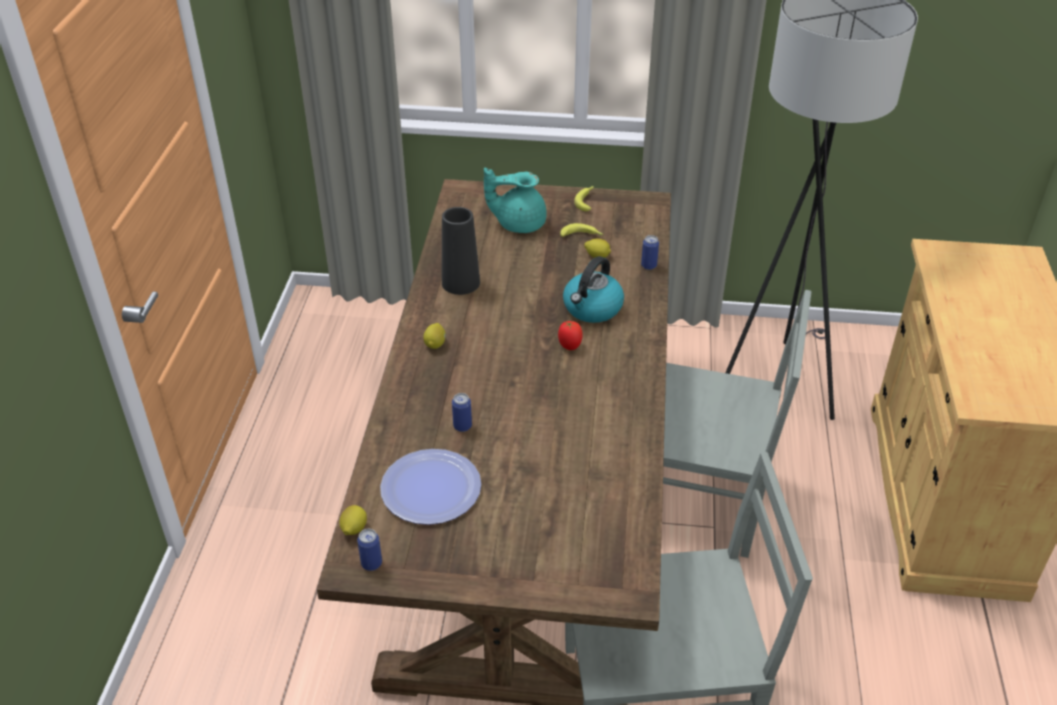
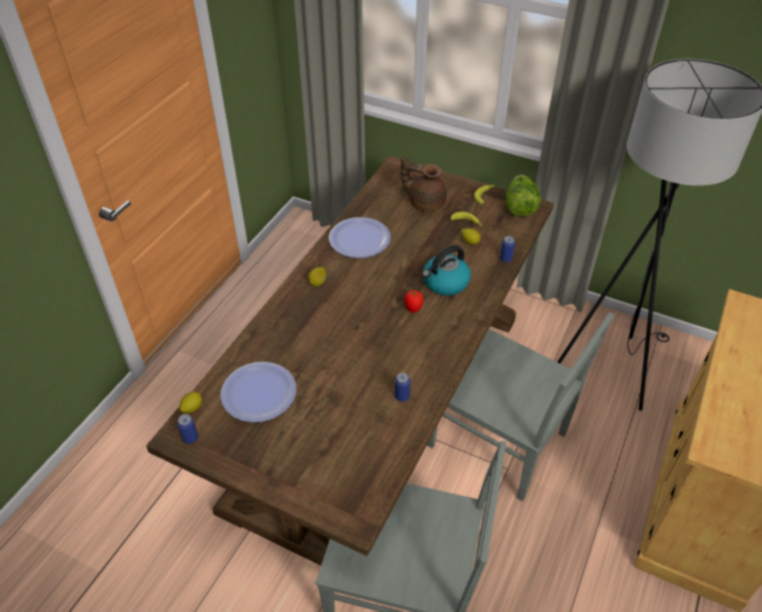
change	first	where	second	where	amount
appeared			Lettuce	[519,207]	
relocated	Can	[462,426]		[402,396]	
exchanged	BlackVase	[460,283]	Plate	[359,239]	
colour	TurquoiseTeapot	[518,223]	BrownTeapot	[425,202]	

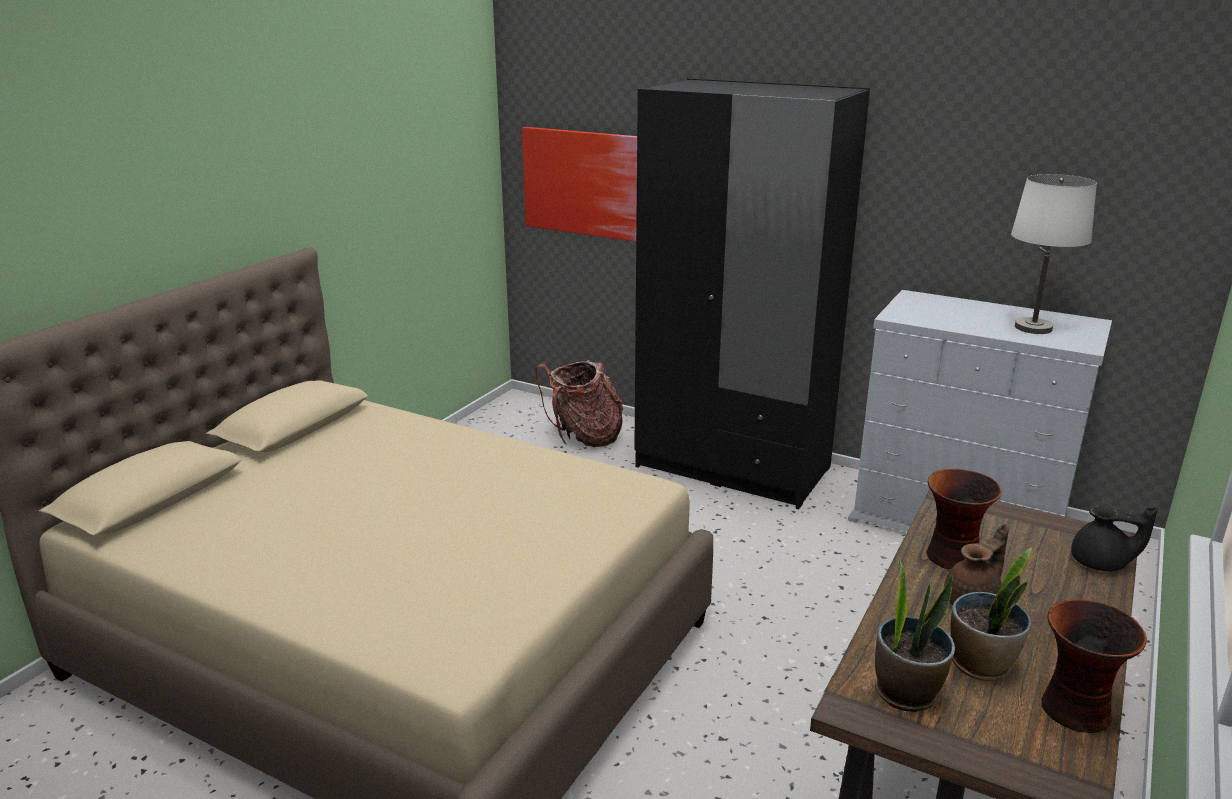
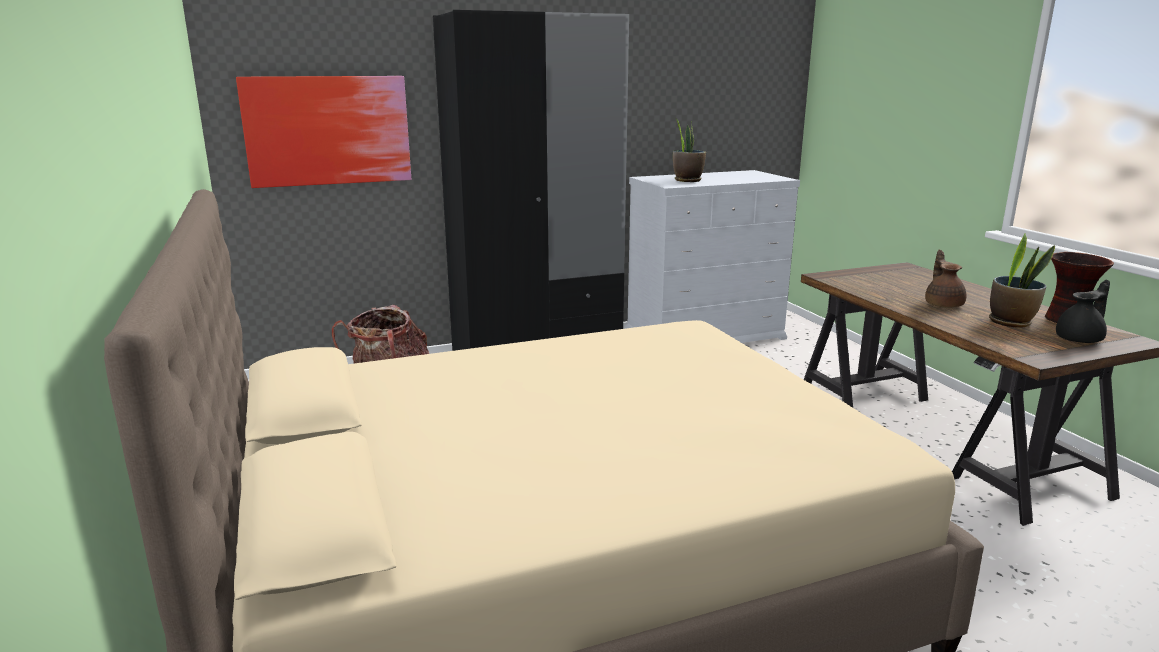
change	first	where	second	where	amount
missing	Vase	[951,558]			
missing	WhiteTableLamp	[1034,328]			
relocated	PottedPlant	[906,692]		[687,180]	
relocated	BlackTeapot	[1101,563]		[1080,339]	

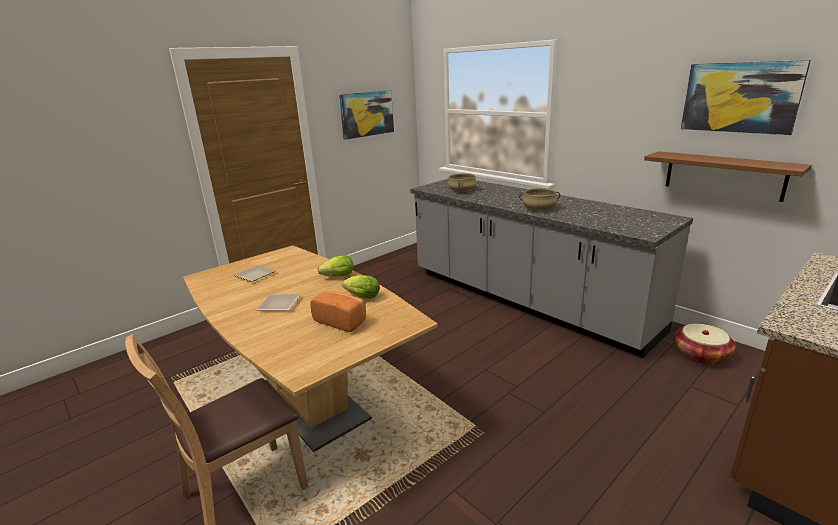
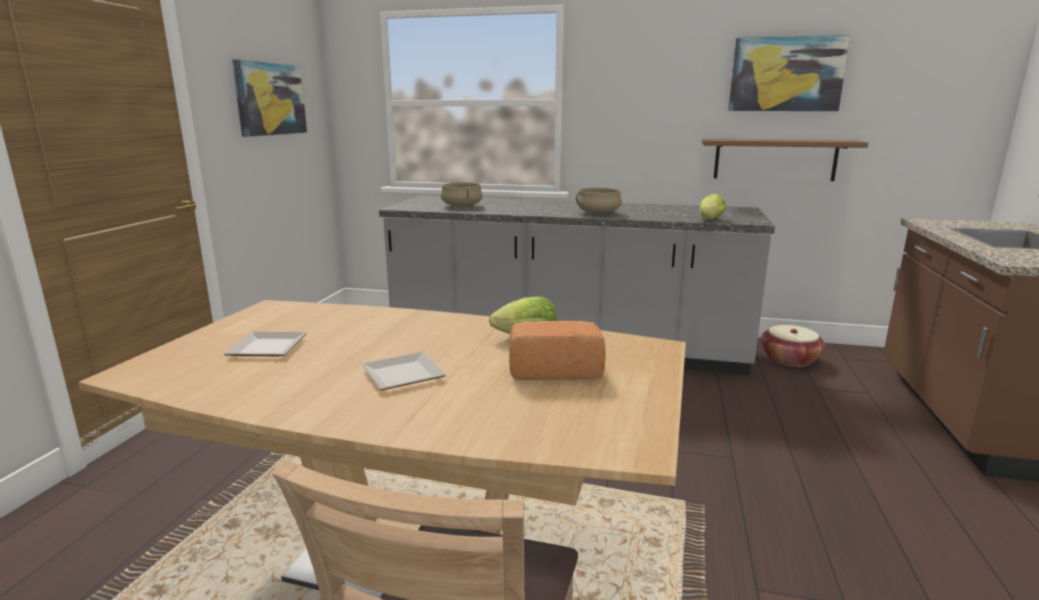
change	first	where	second	where	amount
relocated	Lettuce	[336,277]		[709,220]	

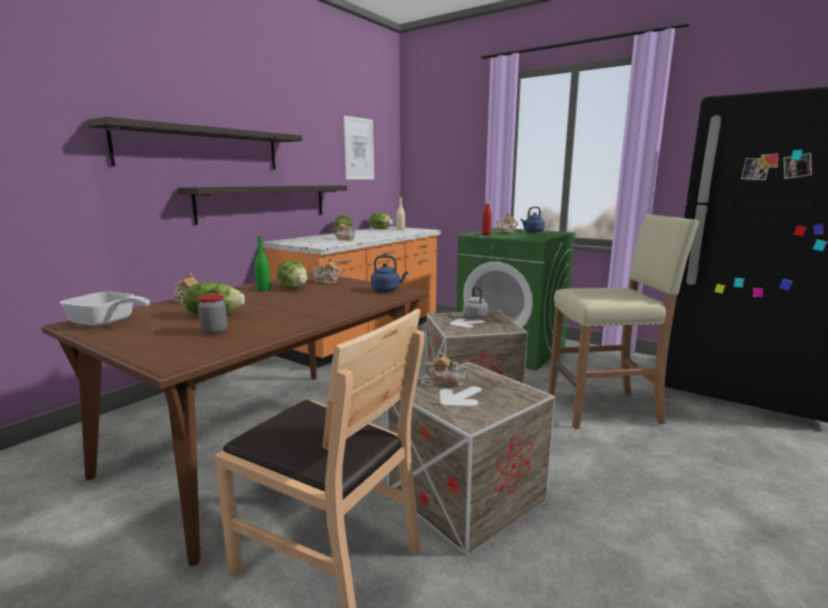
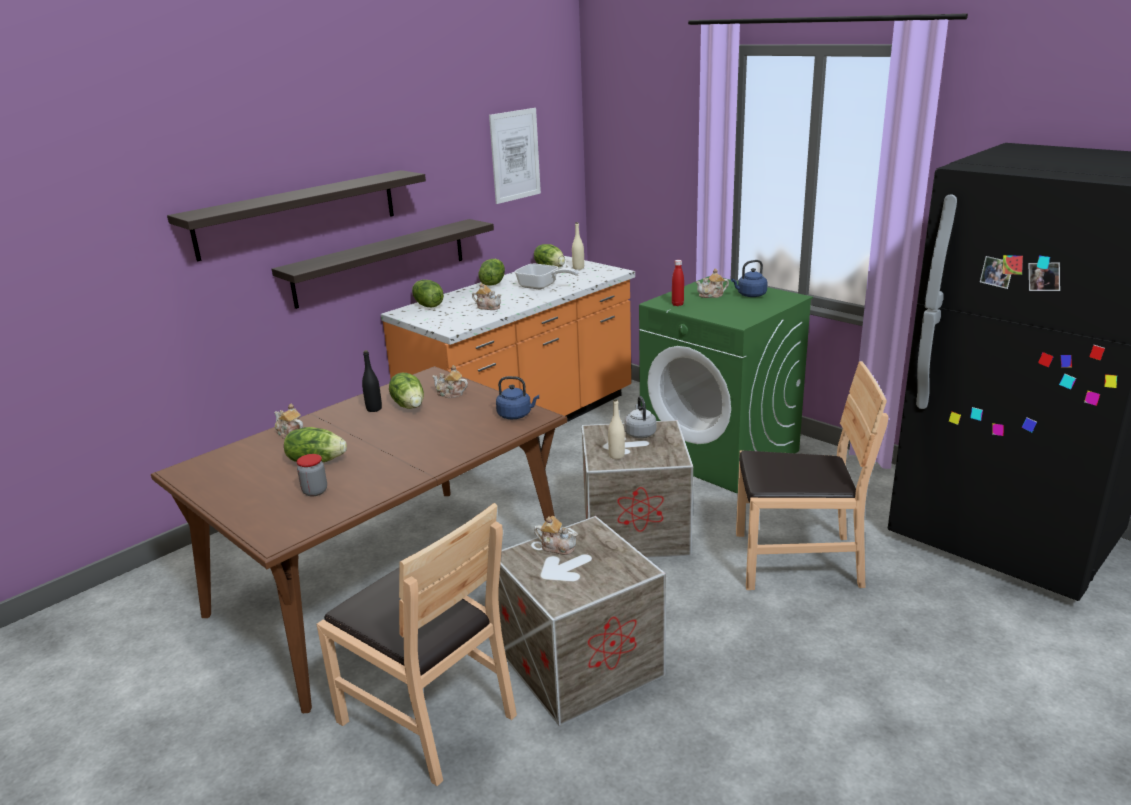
change	first	where	second	where	amount
appeared			Lettuce	[427,305]	
appeared			BeigeBottle	[616,456]	
relocated	FryingPan	[107,322]		[542,286]	
exchanged	BeigeStool	[604,409]	BrownChair	[796,560]	
colour	GreenBottle	[263,289]	BlackBottle	[374,409]	

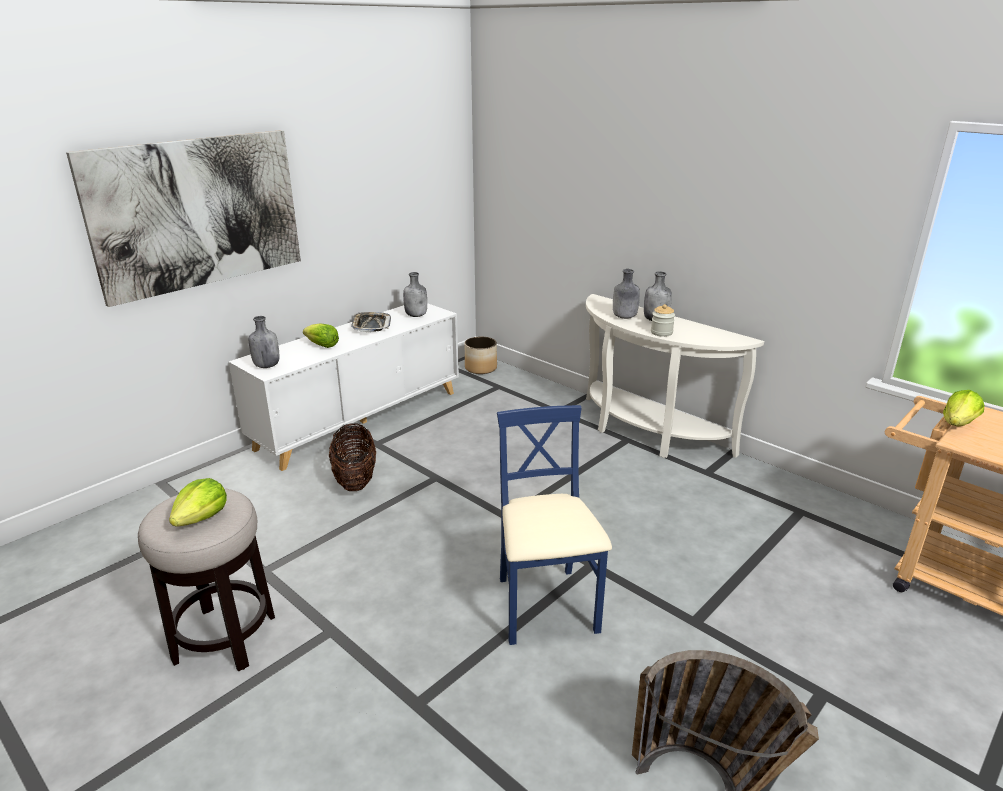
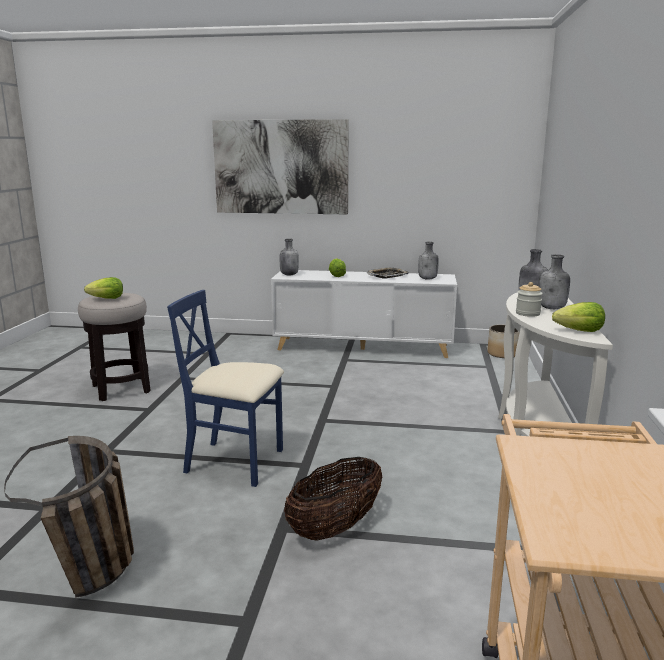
change	first	where	second	where	amount
relocated	Basket	[355,479]		[335,527]	
relocated	Lettuce	[958,424]		[579,331]	
spun	BlueChair	[545,606]		[235,462]	120 degrees counterclockwise

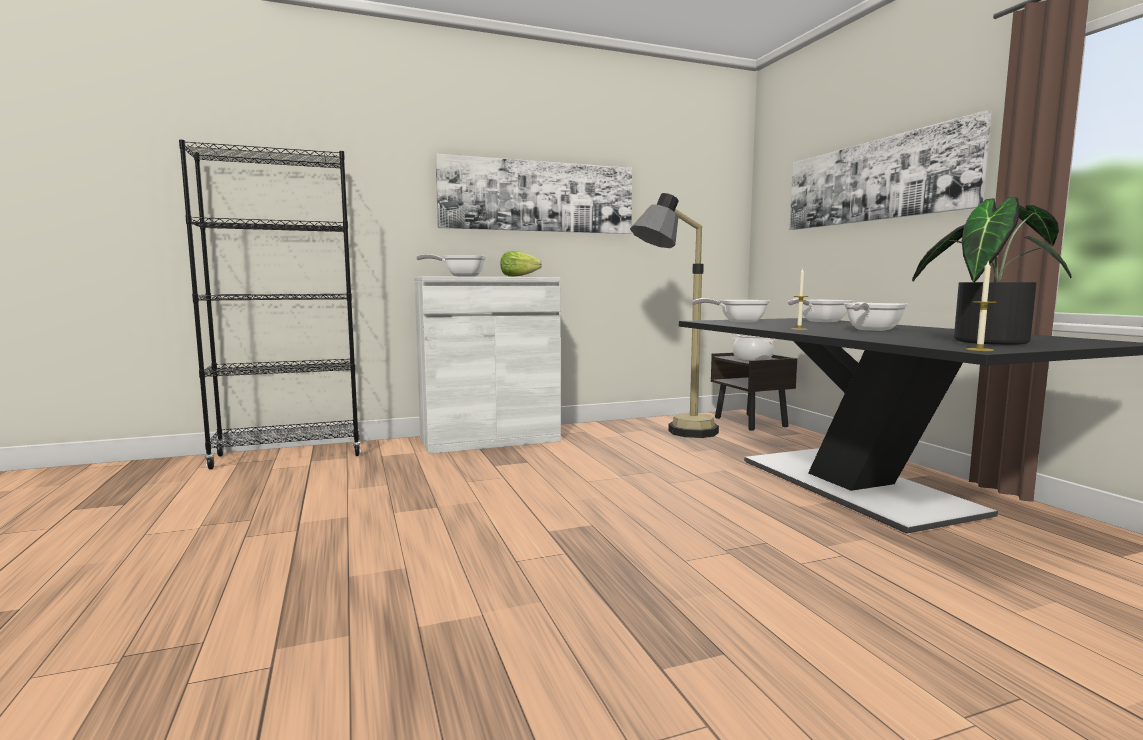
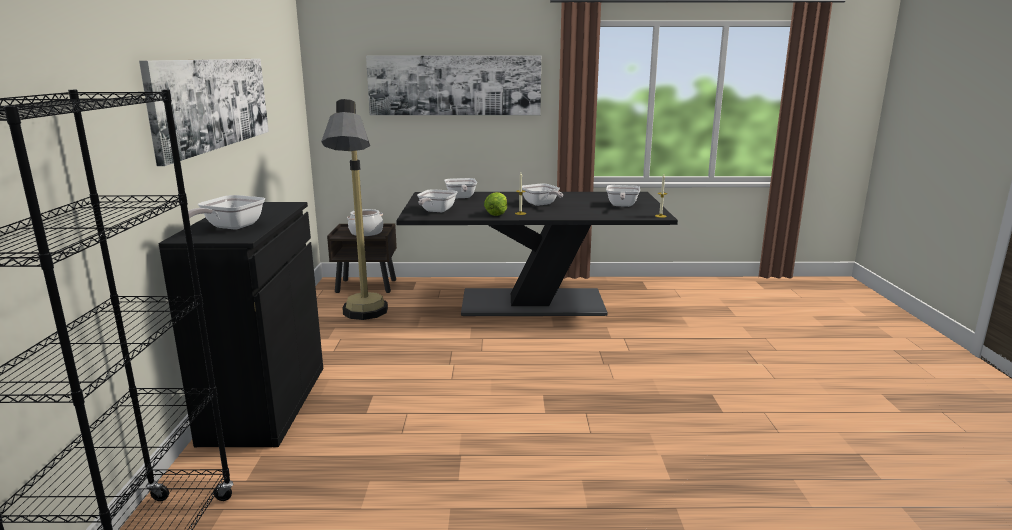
change	first	where	second	where	amount
relocated	Lettuce	[518,276]		[496,214]	
exchanged	PottedPlant	[985,341]	FryingPan	[621,205]	
colour	WhiteCabinet	[489,439]	BlackCabinet	[265,403]	

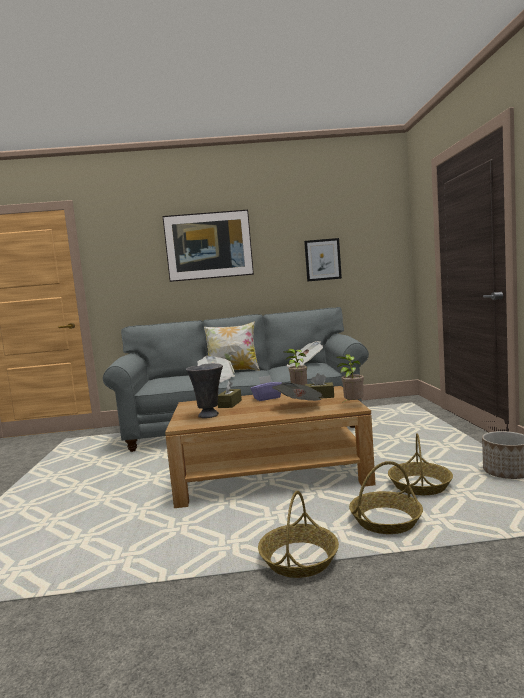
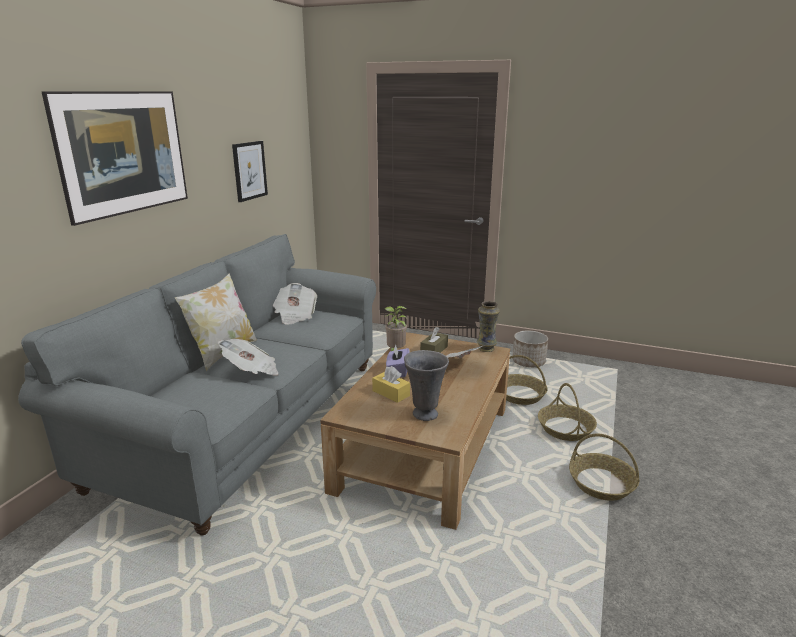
change	first	where	second	where	amount
exchanged	PottedPlant	[352,405]	Vase	[486,348]	
colour	BrownTissueBox	[230,404]	YellowTissueBox	[391,393]	

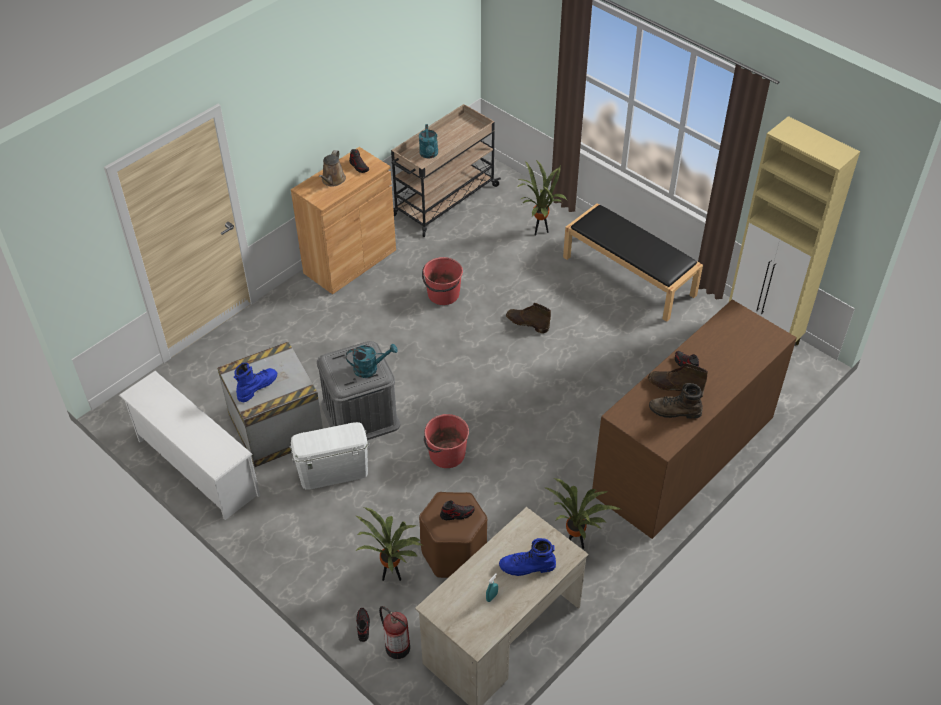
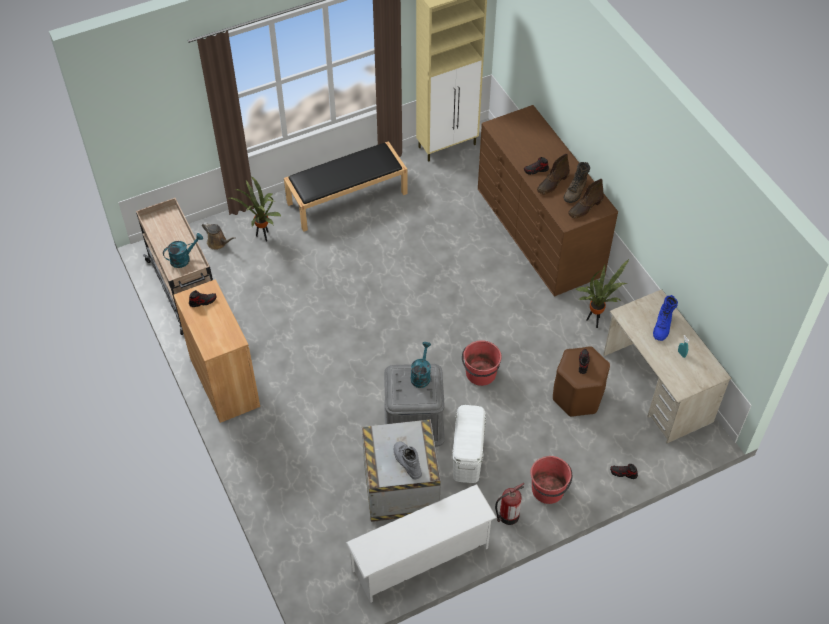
change	first	where	second	where	amount
missing	PottedPlant	[392,576]			
relocated	BrownWateringCan	[332,180]		[218,243]	
relocated	FireExtinguisher	[396,646]		[507,516]	
relocated	RedBucket	[443,294]		[548,490]	
relocated	BrownBoot	[527,323]		[585,208]	
colour	BlueBoot	[257,387]	GreyBoot	[406,462]	
spun	TurquoiseWateringCan	[429,154]		[183,258]	45 degrees counterclockwise

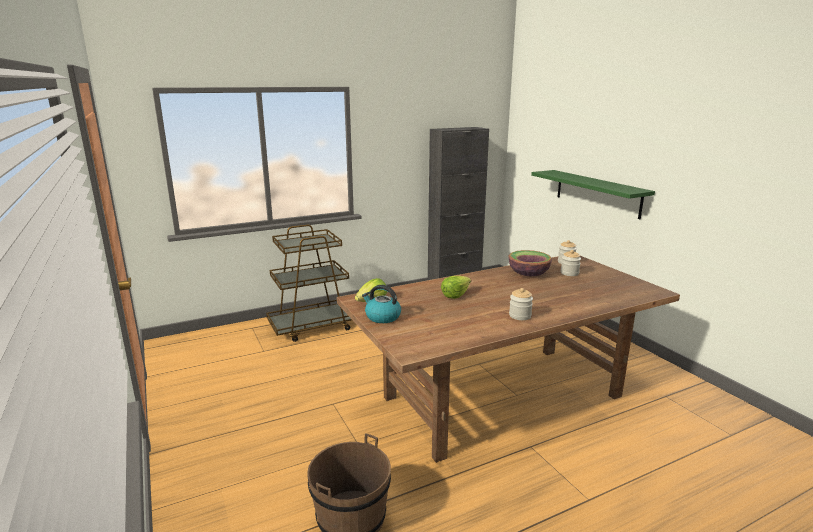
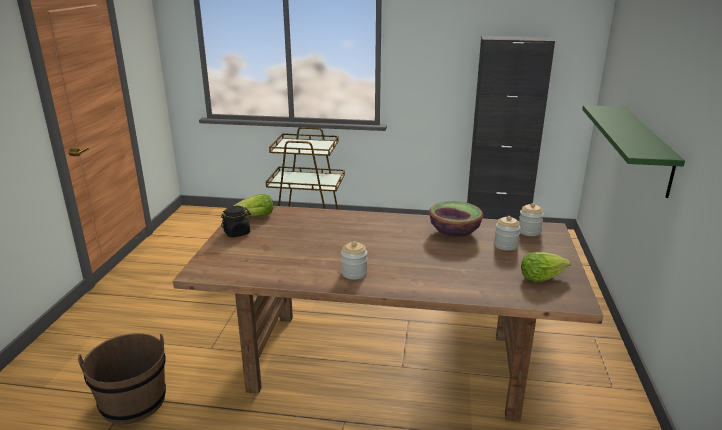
change	first	where	second	where	amount
relocated	Lettuce	[455,295]		[541,277]	
exchanged	Kettle	[382,317]	BlackJar	[237,233]	

